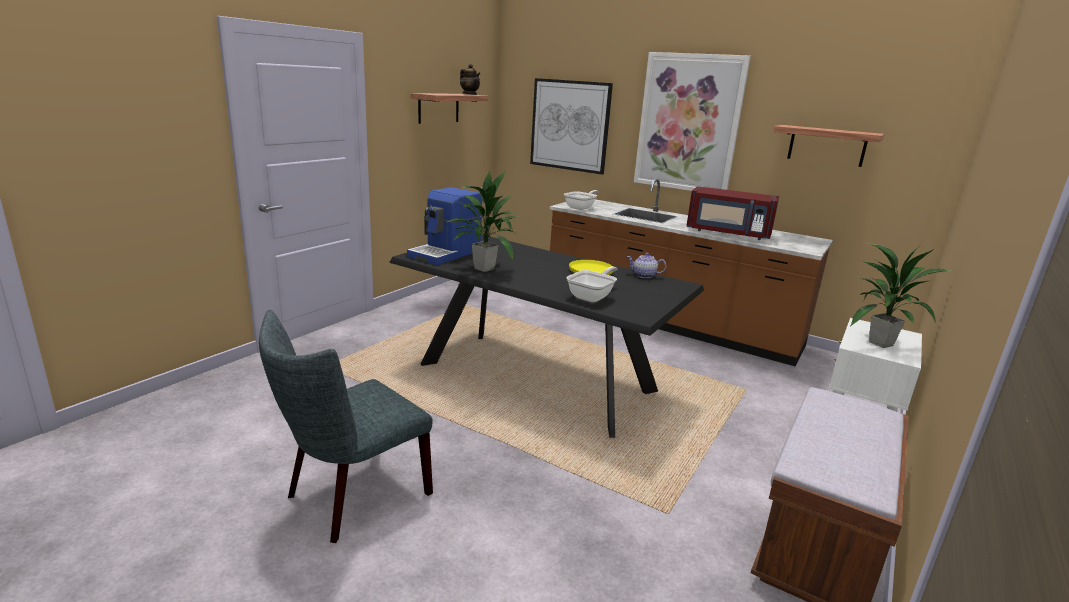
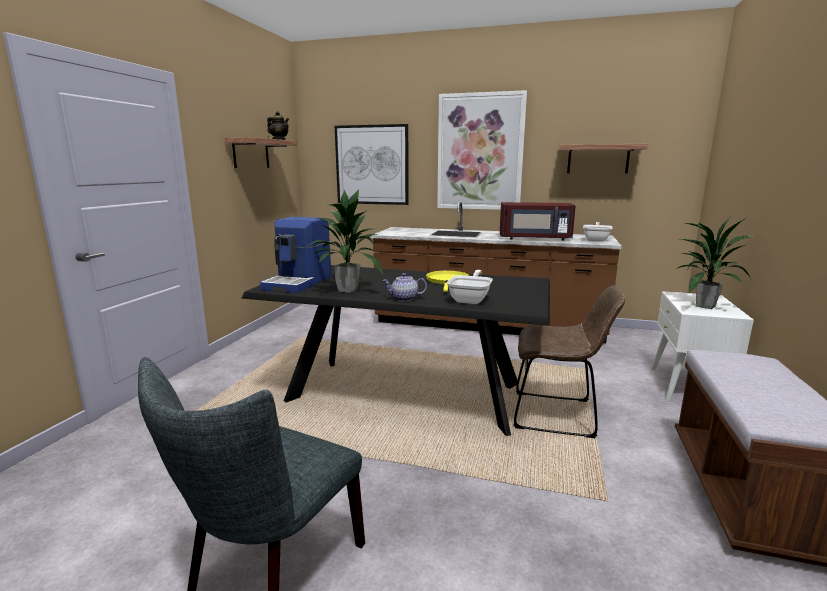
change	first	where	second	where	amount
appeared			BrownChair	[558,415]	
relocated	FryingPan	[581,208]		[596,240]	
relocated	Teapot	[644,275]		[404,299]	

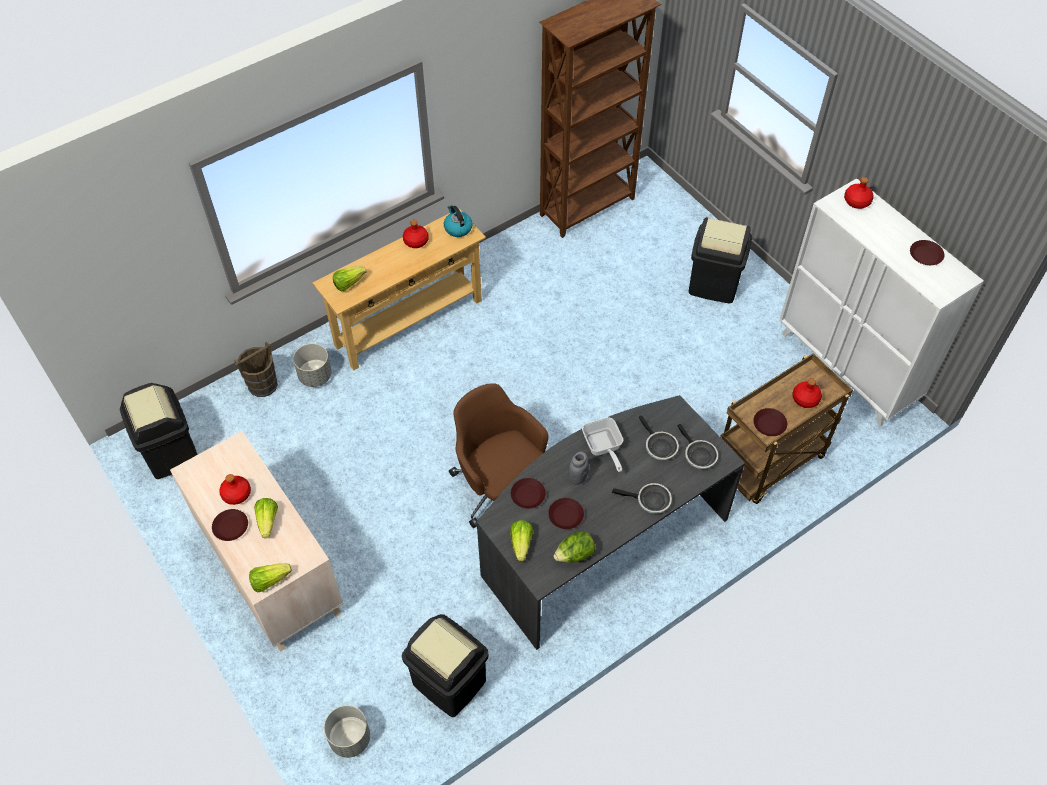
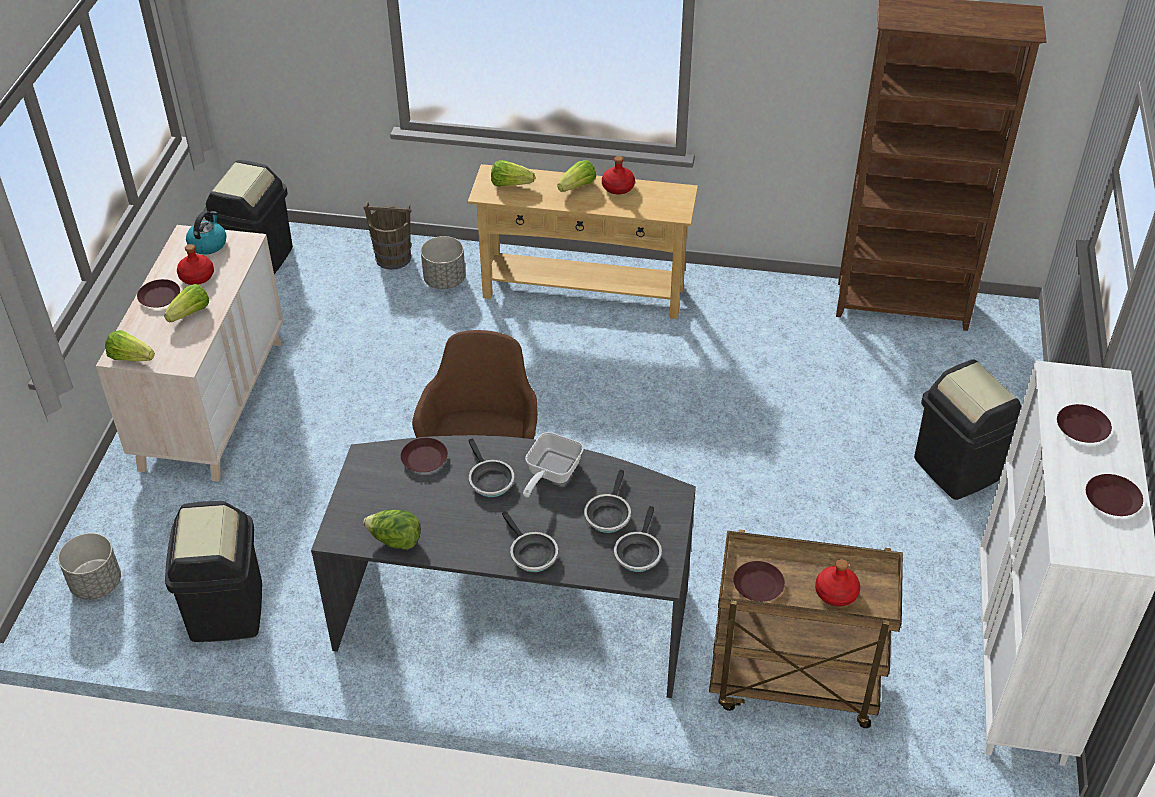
change	first	where	second	where	amount
missing	RedBottle	[856,201]			
relocated	Kettle	[457,228]		[208,244]	
relocated	Lettuce	[521,543]		[577,187]	
relocated	BrownPlate	[565,515]		[1081,428]	
exchanged	GreyJar	[577,478]	FryingPan	[489,480]	

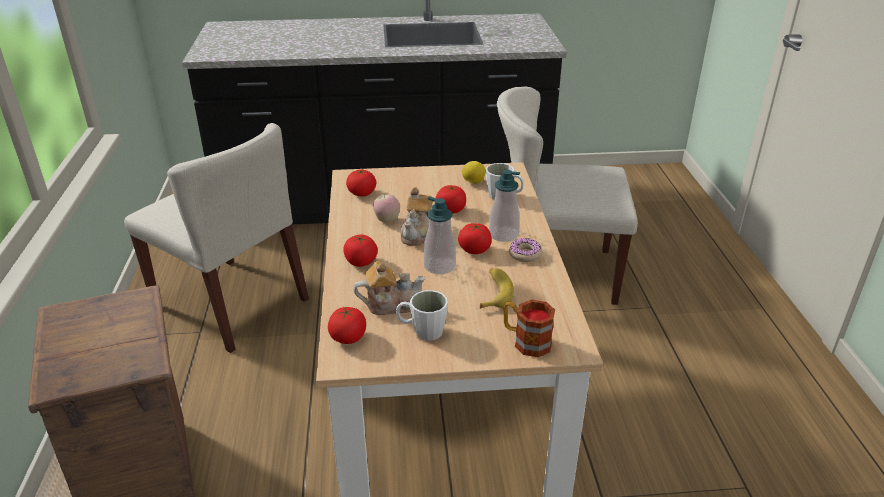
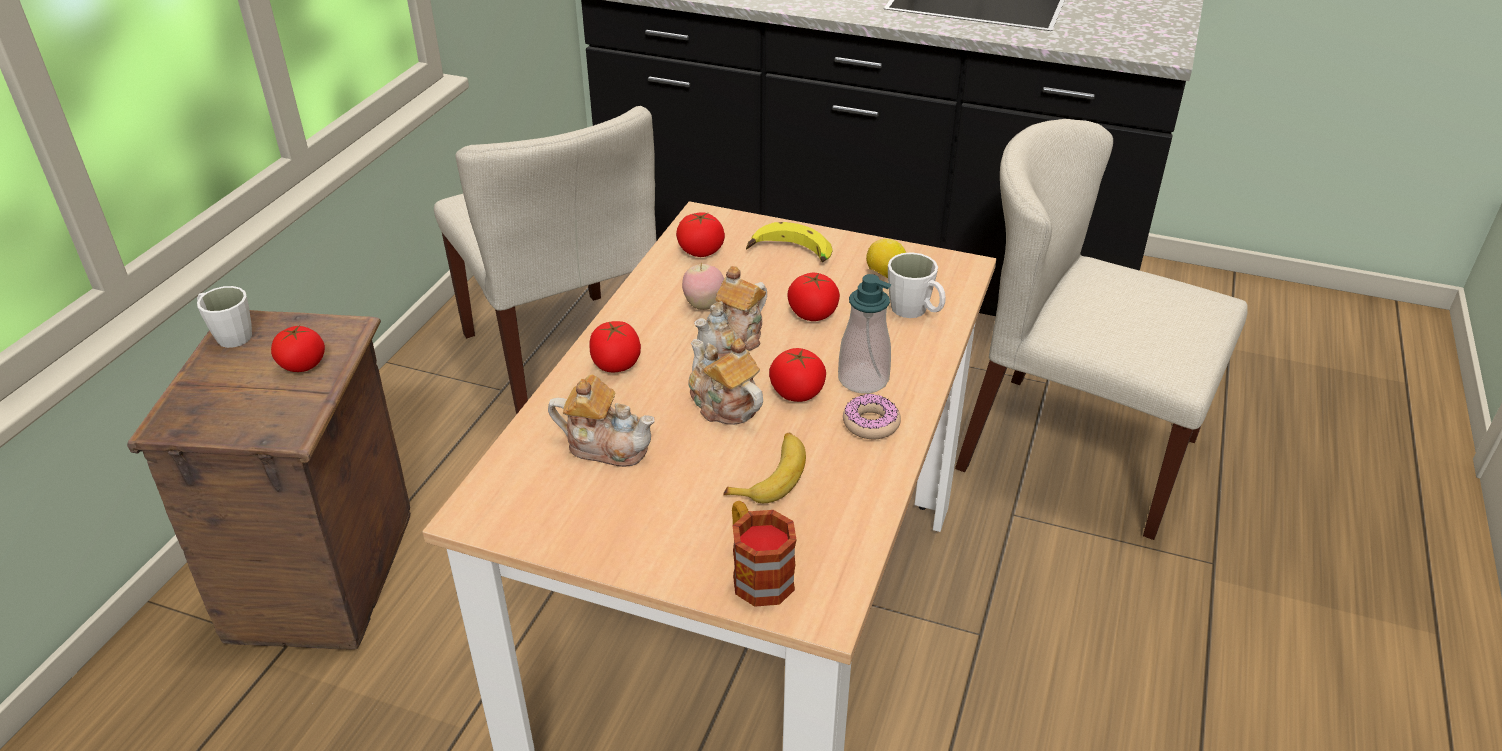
change	first	where	second	where	amount
appeared			Banana	[789,255]	
relocated	Tomato	[348,338]		[302,365]	
relocated	WhiteMug	[422,331]		[229,335]	
exchanged	SoapDispenser	[439,266]	Teapot	[723,405]	

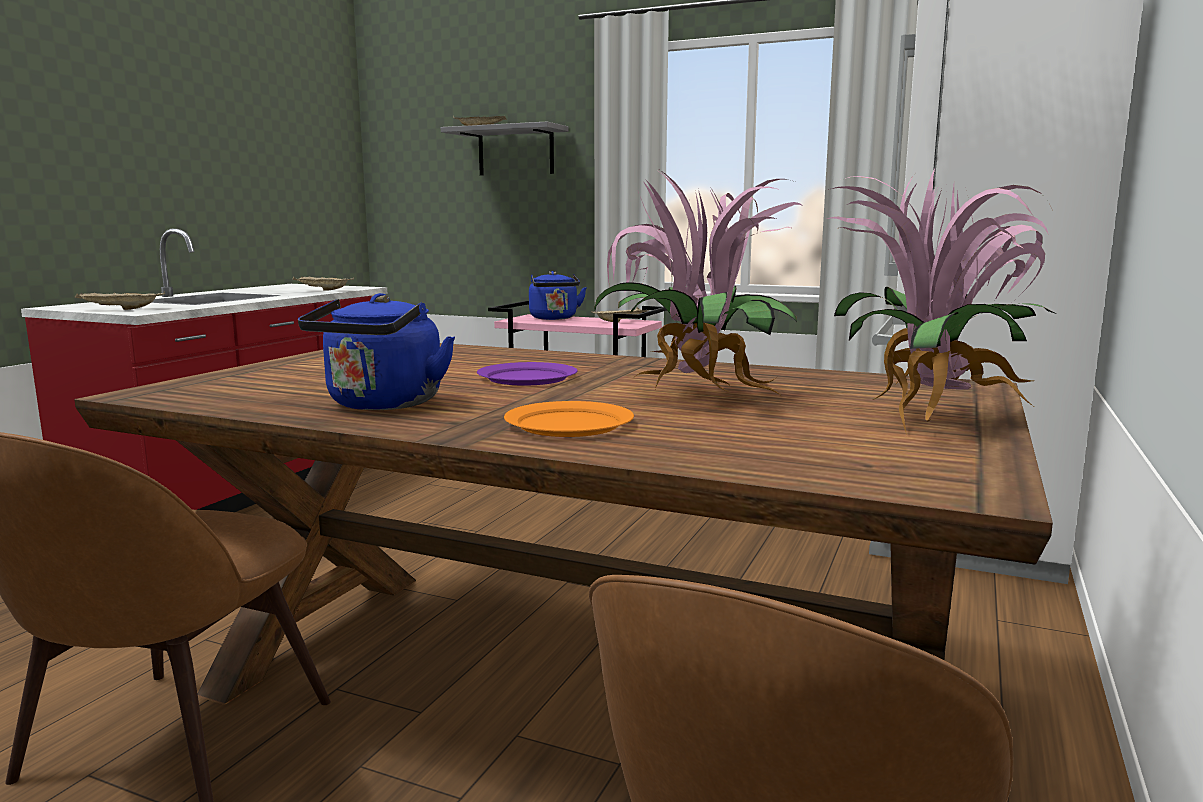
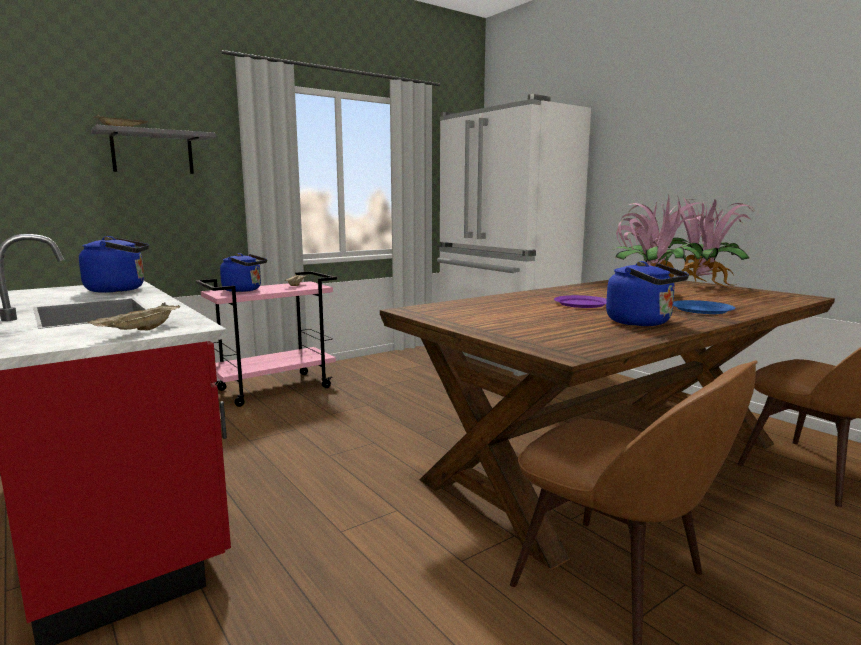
change	first	where	second	where	amount
exchanged	BeigeTray	[322,290]	BlueKettle	[120,289]	
colour	OrangePlate	[568,424]	BluePlate	[701,309]	

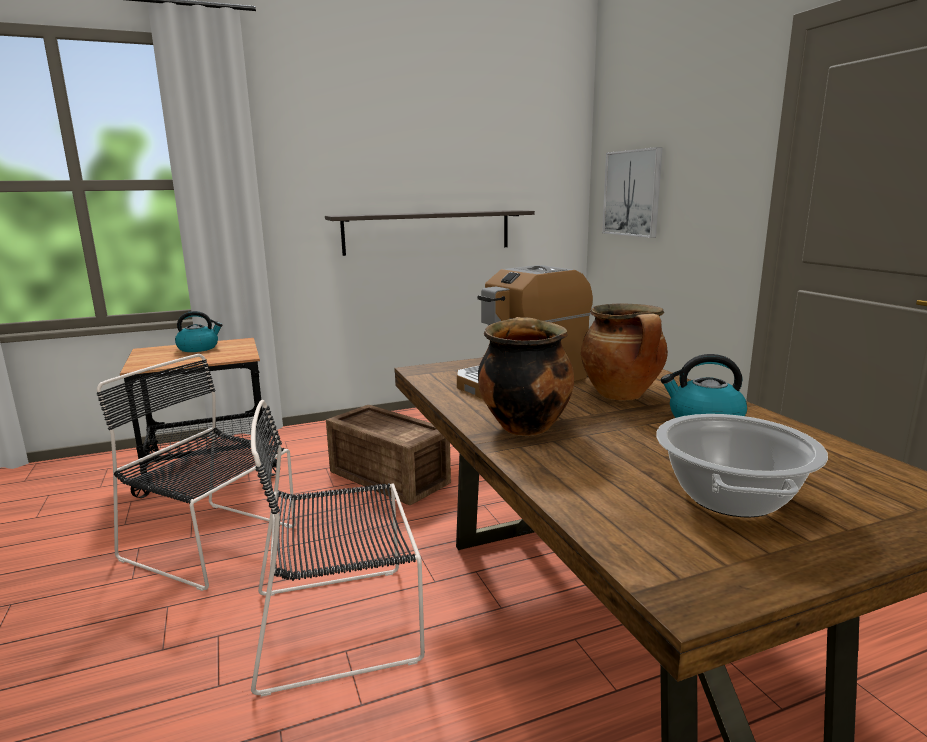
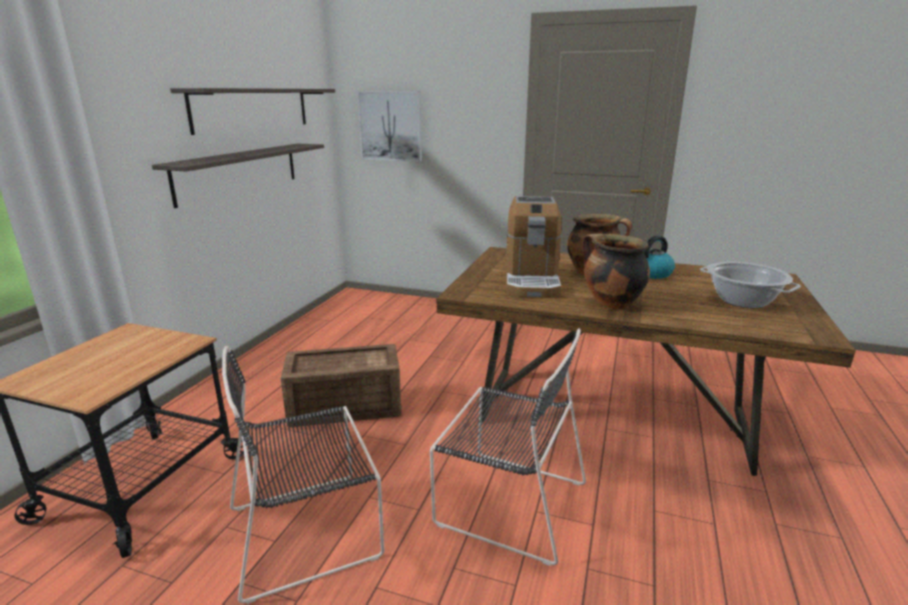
change	first	where	second	where	amount
missing	Kettle	[199,348]			
appeared			Shelf	[253,109]	
spun	BlackChair	[343,624]		[507,501]	90 degrees counterclockwise

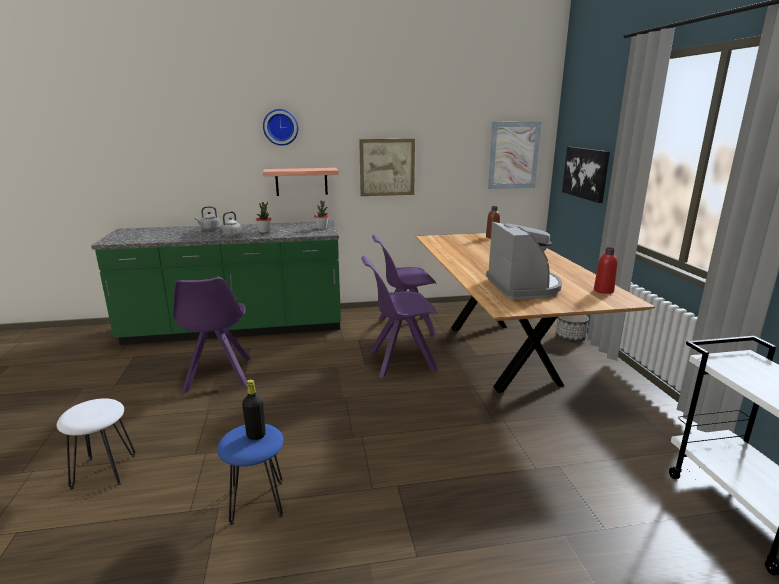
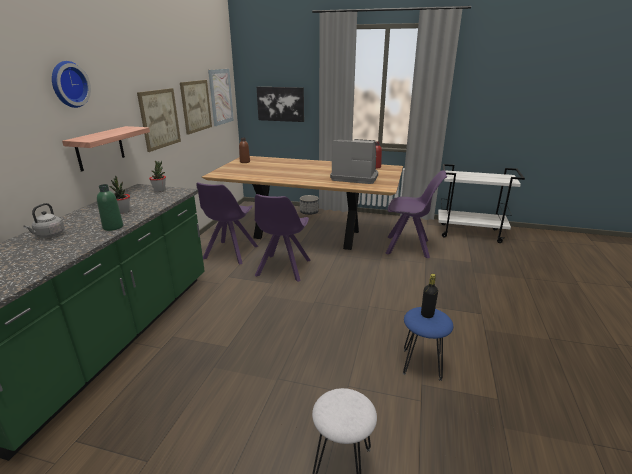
change	first	where	second	where	amount
appeared			Picture	[196,106]	
relocated	PurpleChair	[217,376]		[409,247]	
exchanged	GreyKettle	[231,236]	GreenBottle	[113,227]	

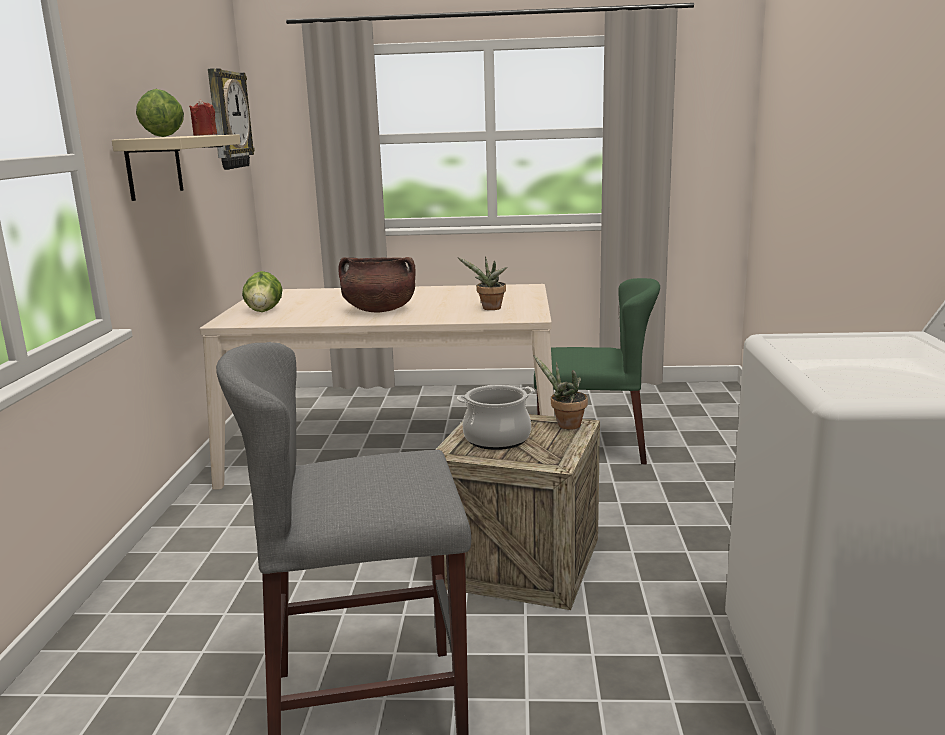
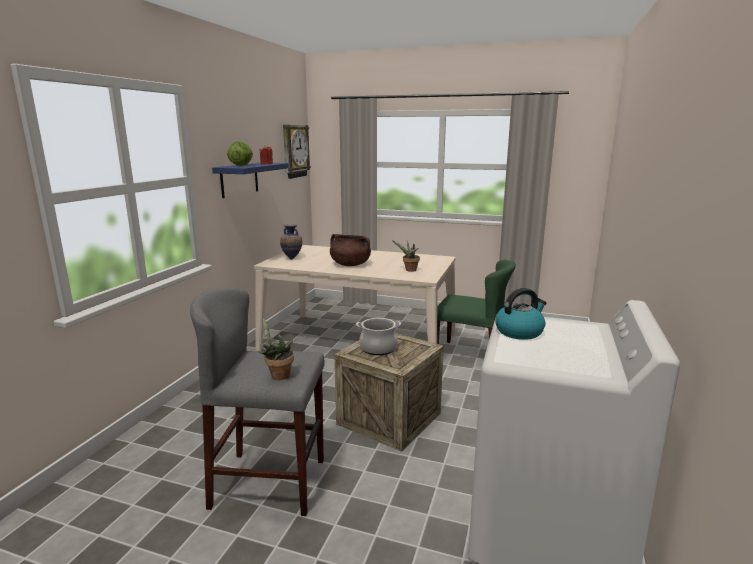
change	first	where	second	where	amount
appeared			Kettle	[519,331]	
relocated	PottedPlant	[565,425]		[278,375]	
exchanged	Lettuce	[264,311]	Vase	[292,258]	
colour	BeigeShelf	[154,166]	BlueShelf	[239,179]	

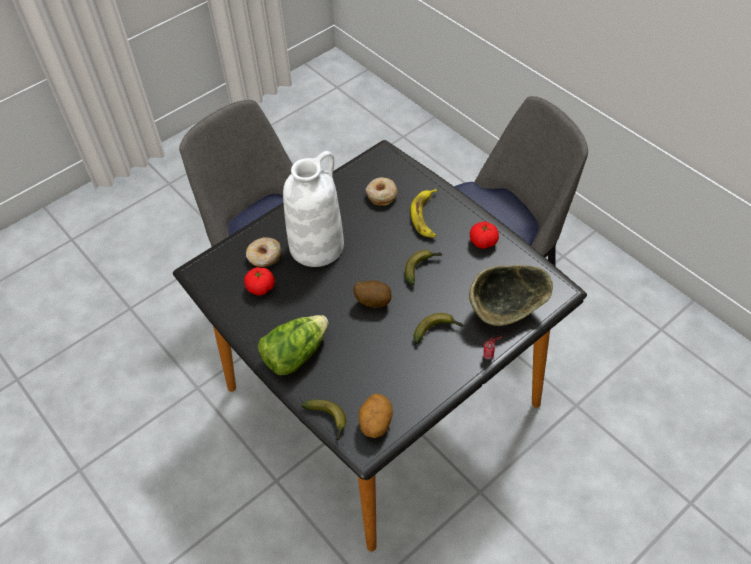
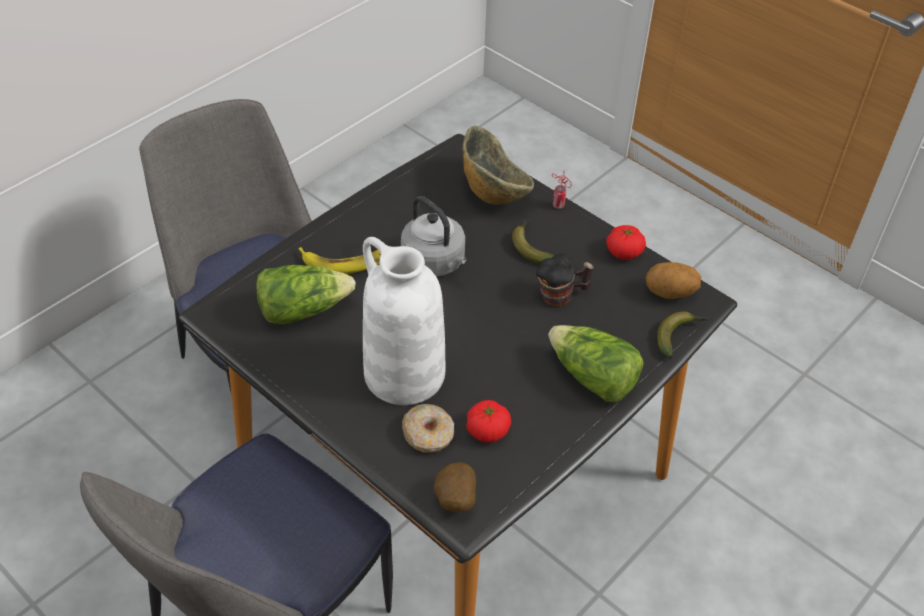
change	first	where	second	where	amount
appeared			Mug	[561,295]	
relocated	Potato	[373,301]		[454,501]	
relocated	Tomato	[483,242]		[624,252]	
exchanged	Donut	[381,195]	Lettuce	[302,309]	
exchanged	Banana	[422,268]	GreyKettle	[435,263]	

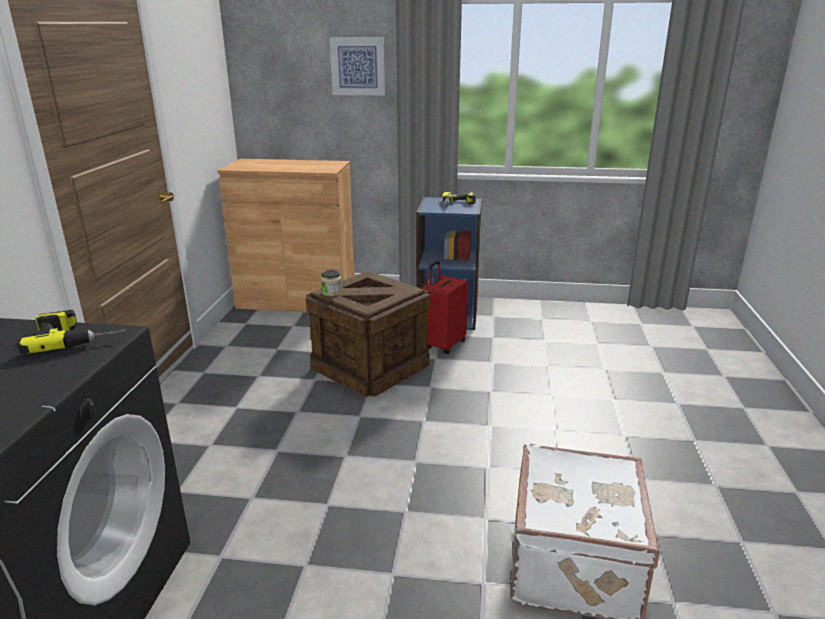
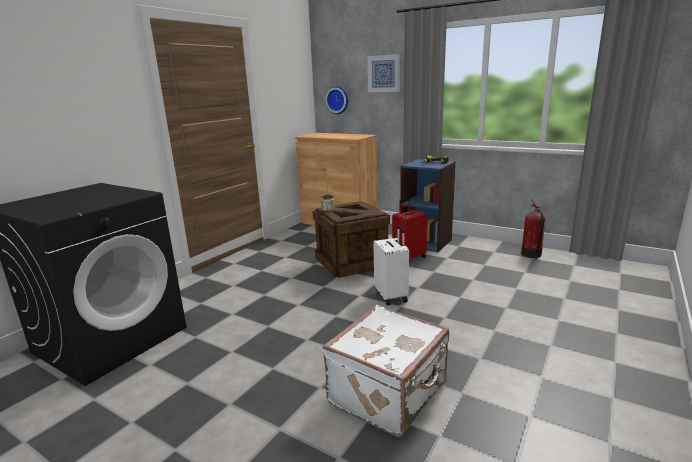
change	first	where	second	where	amount
missing	PowerDrill	[78,336]			
appeared			WallClock	[338,100]	
appeared			WhiteSuitcase	[392,296]	
appeared			FireExtinguisher	[531,254]	

